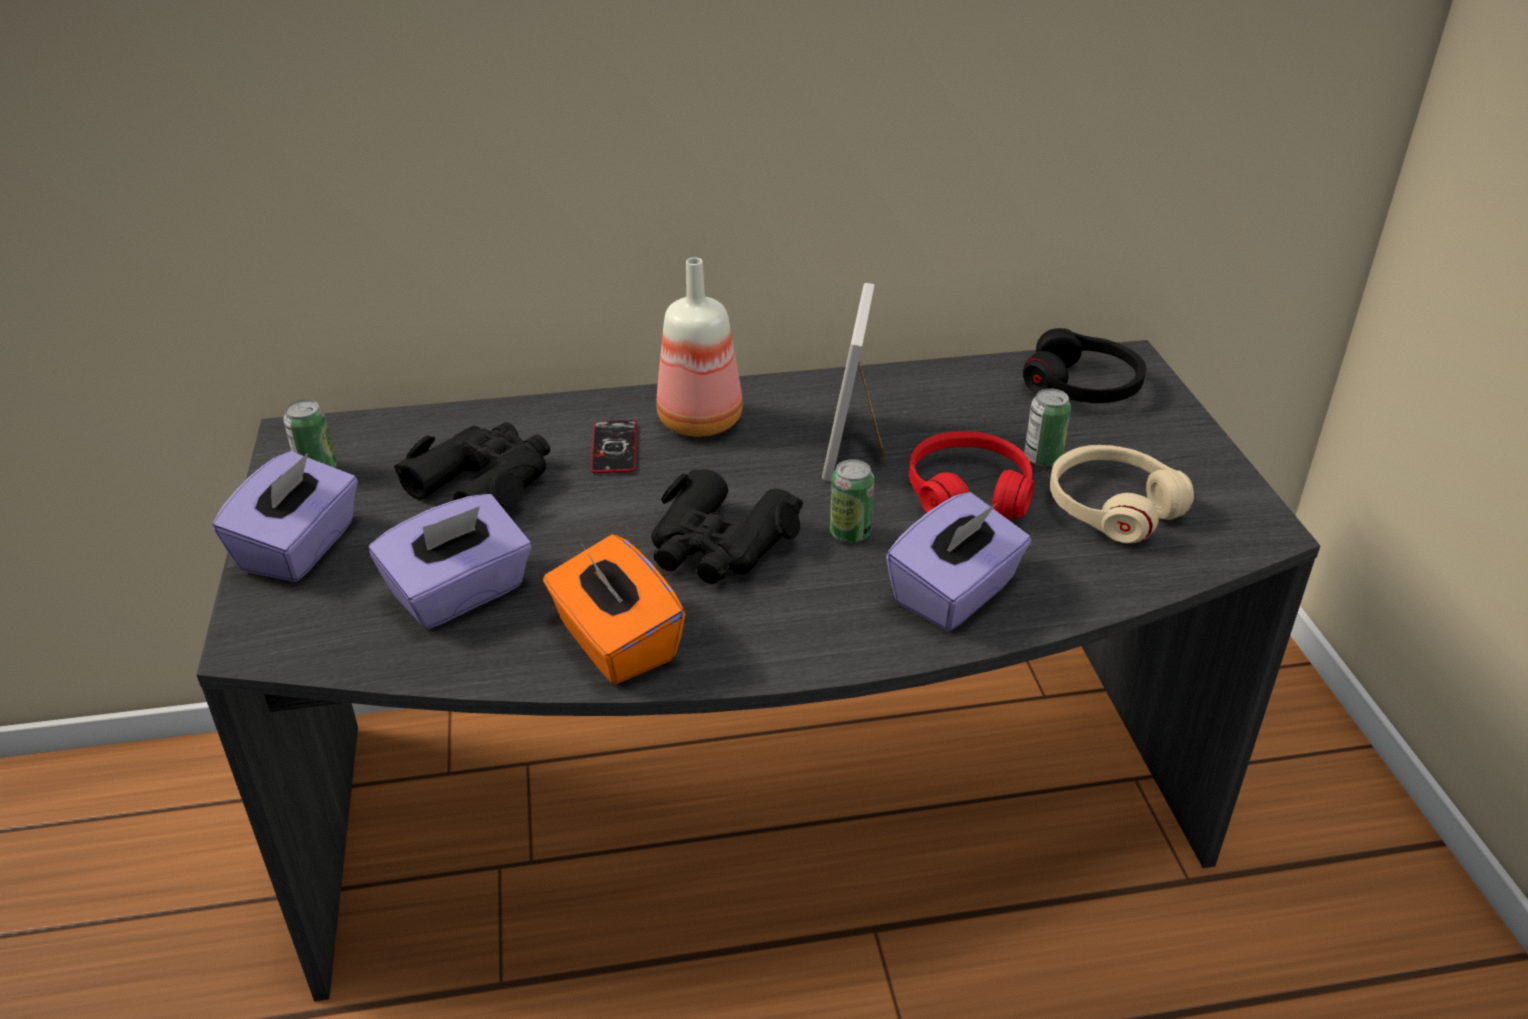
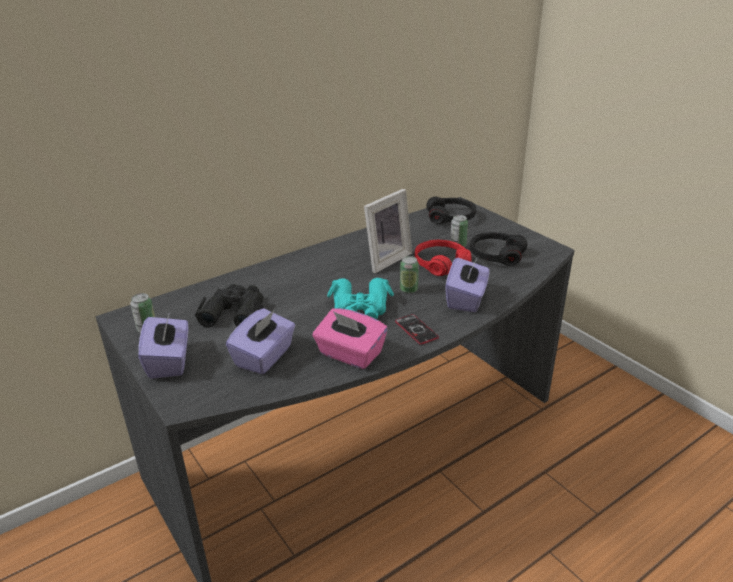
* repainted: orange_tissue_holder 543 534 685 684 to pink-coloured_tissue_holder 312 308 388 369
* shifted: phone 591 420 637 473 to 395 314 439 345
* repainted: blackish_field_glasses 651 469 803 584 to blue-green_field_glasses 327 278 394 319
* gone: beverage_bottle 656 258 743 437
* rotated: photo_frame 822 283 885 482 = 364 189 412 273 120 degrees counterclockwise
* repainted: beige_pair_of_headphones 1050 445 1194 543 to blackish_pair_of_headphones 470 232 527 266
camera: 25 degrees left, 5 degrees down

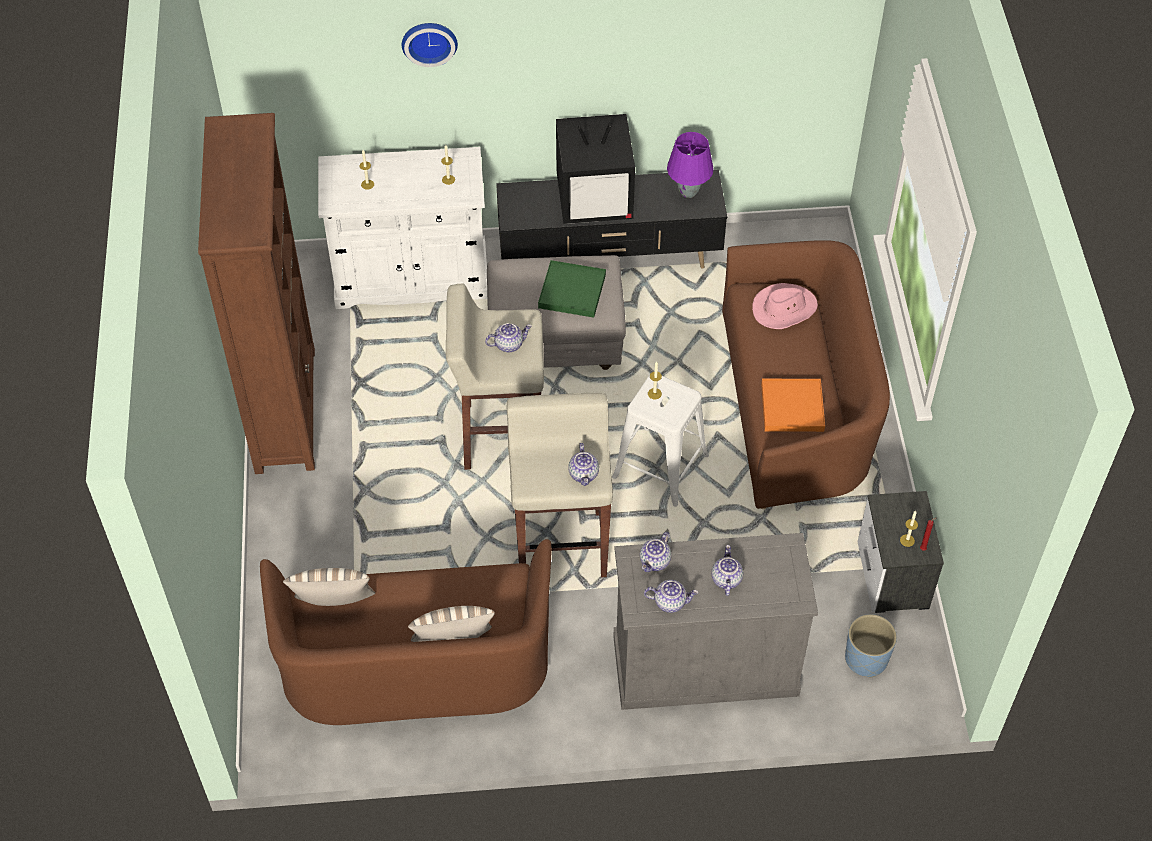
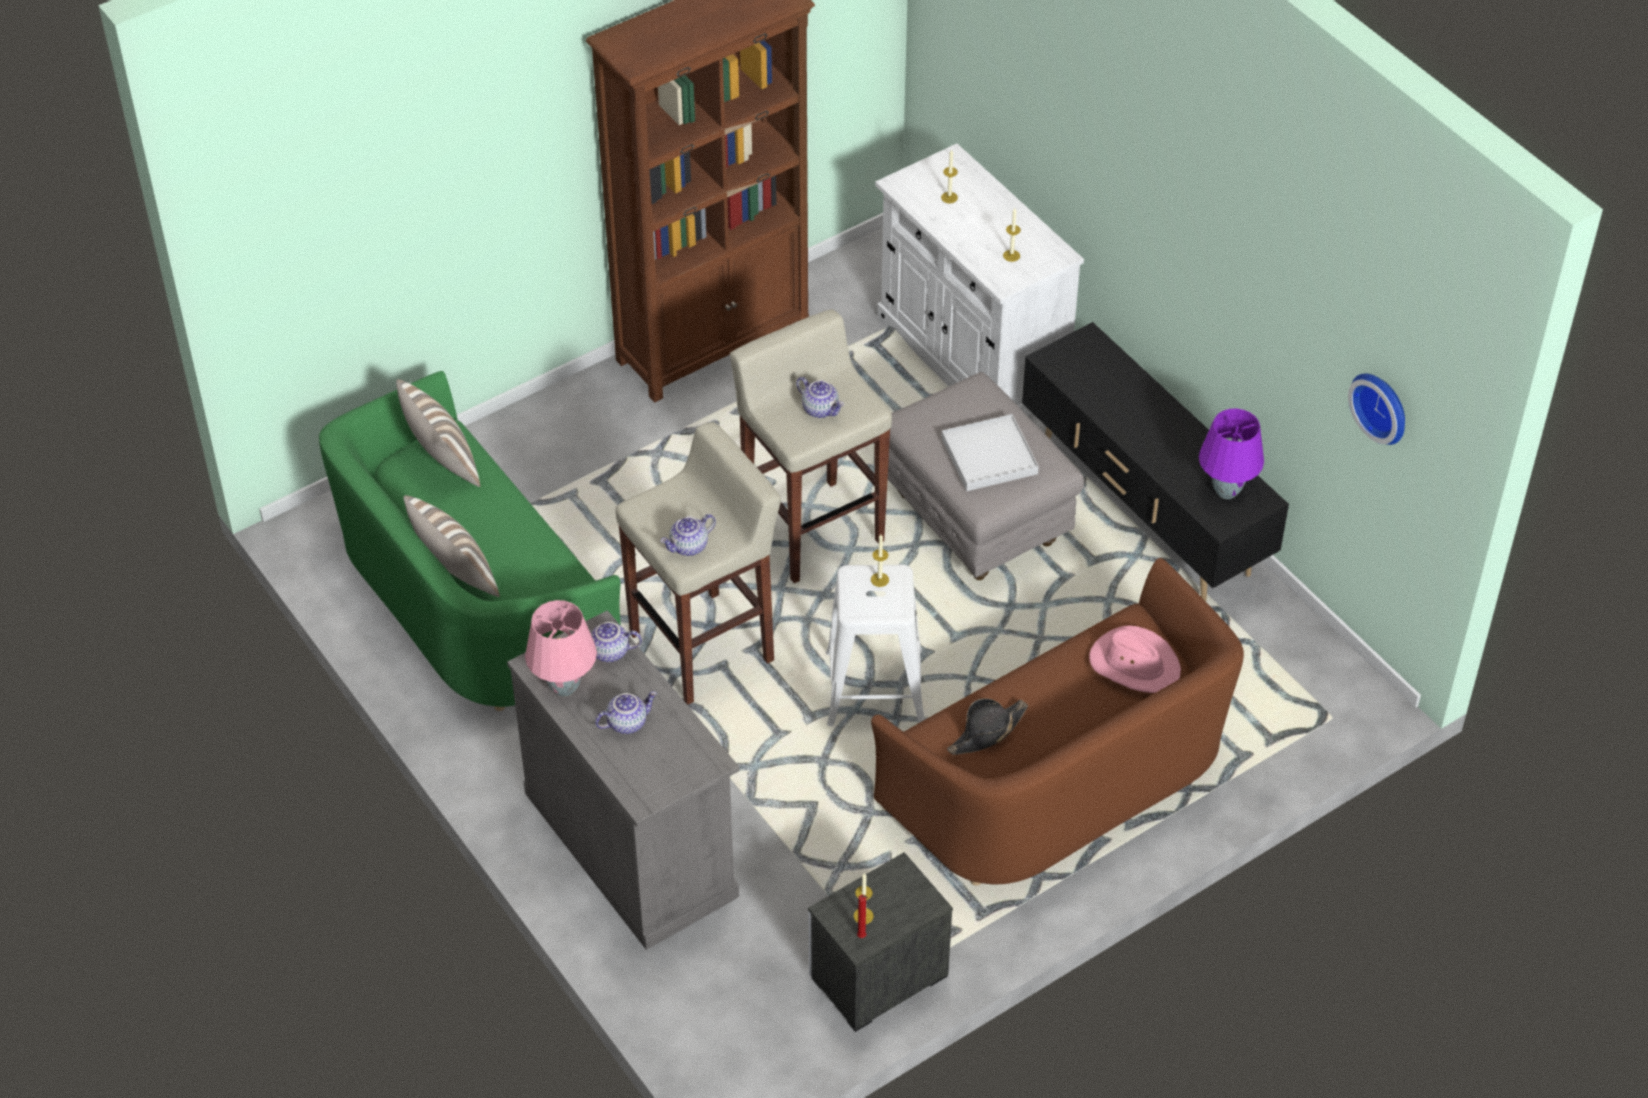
* repainted: brown_couch 260 539 551 725 to greenish_couch 319 371 621 711
* shifted: clock_on_the_wall 402 23 458 67 to 1348 374 1405 445
* repainted: greenish_carrying_tray 538 260 606 318 to white-coloured_carrying_tray 941 414 1039 491
* gone: television 556 114 635 224
* swapped: tea_pot 644 580 698 613 to pink-coloured_lamp_for_a_table 525 600 597 697
* swapped: orange_carrying_tray 761 379 825 432 to blackish_clothing_hat 947 698 1028 755
* gone: blue-coloured_plant_pot 845 614 897 678
camera: 60 degrees right, 5 degrees down

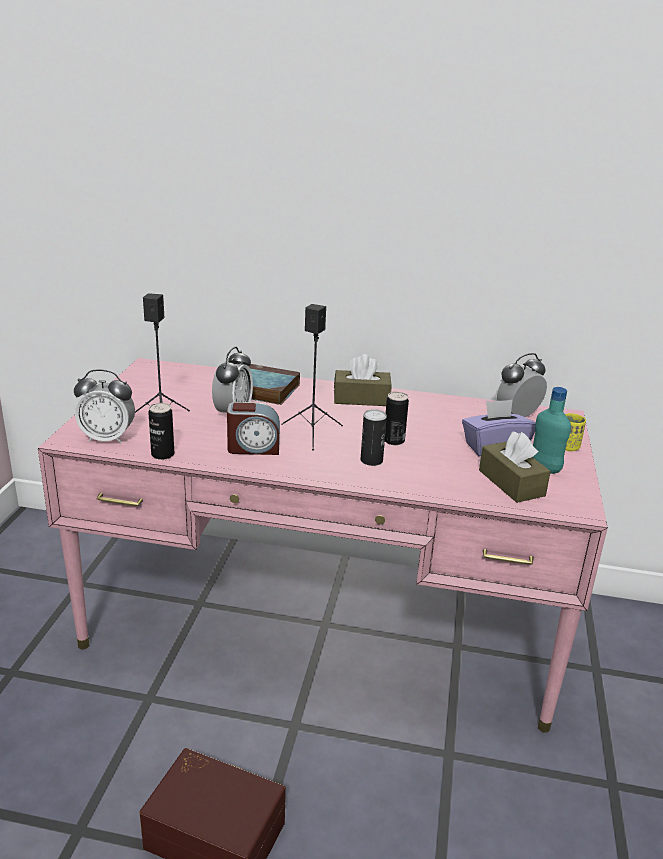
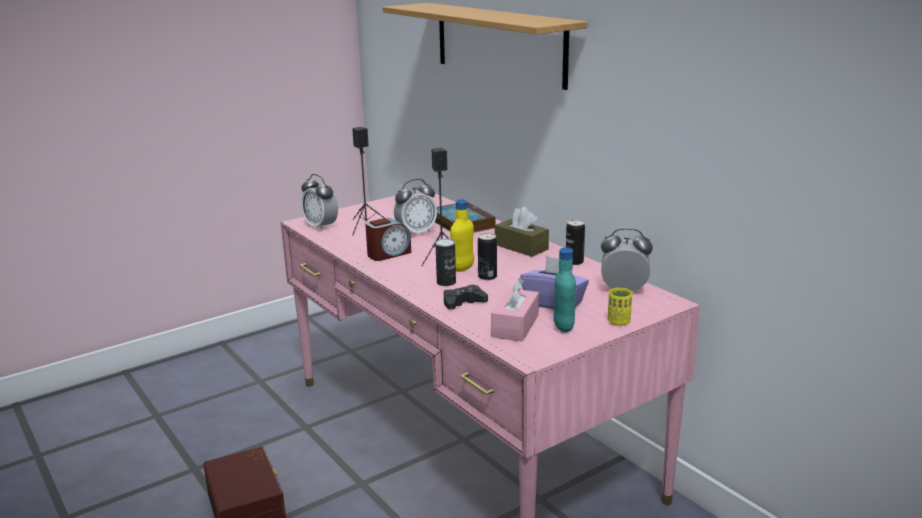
* shifted: can 148 403 174 460 to 566 219 585 265
* rotated: alarm_clock 227 402 280 455 = 365 218 411 261 75 degrees counterclockwise
* repainted: brown_tissue_holder 479 432 551 503 to pink-coloured_tissue_holder 491 278 539 342
* new: shelf 382 3 588 90
* new: blackish_game_controller 444 285 488 310
* new: yellow-coloured_beverage_bottle 450 199 474 272
camera: 45 degrees right, 5 degrees down

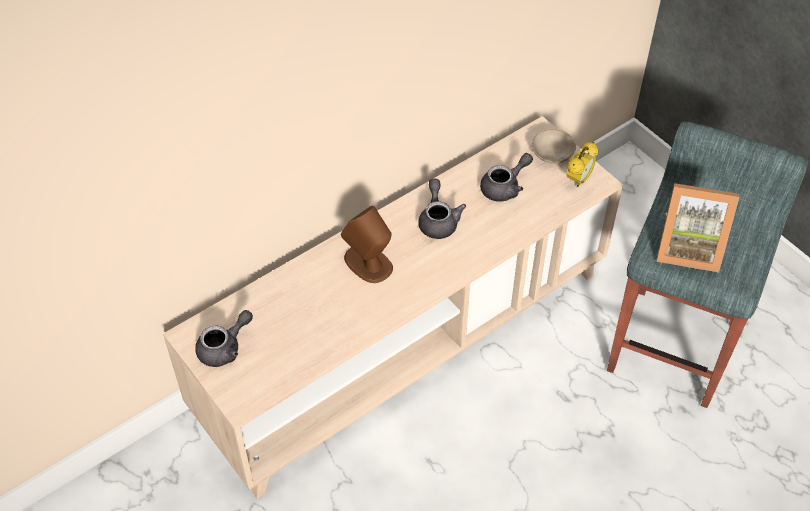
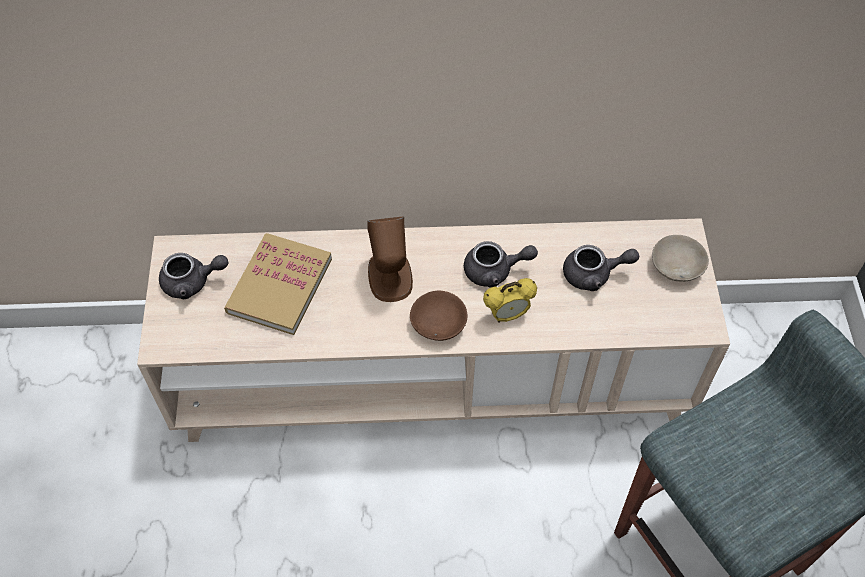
* rotated: gray_tea_pot 418 179 466 239 = 464 241 538 288 60 degrees clockwise
* shifted: alarm_clock 566 142 598 187 to 483 278 537 323
* gone: photo_frame 657 183 739 272
* new: volume 224 233 332 335
* new: brown_deep_dish 410 291 467 341
camera: 35 degrees right, 5 degrees up

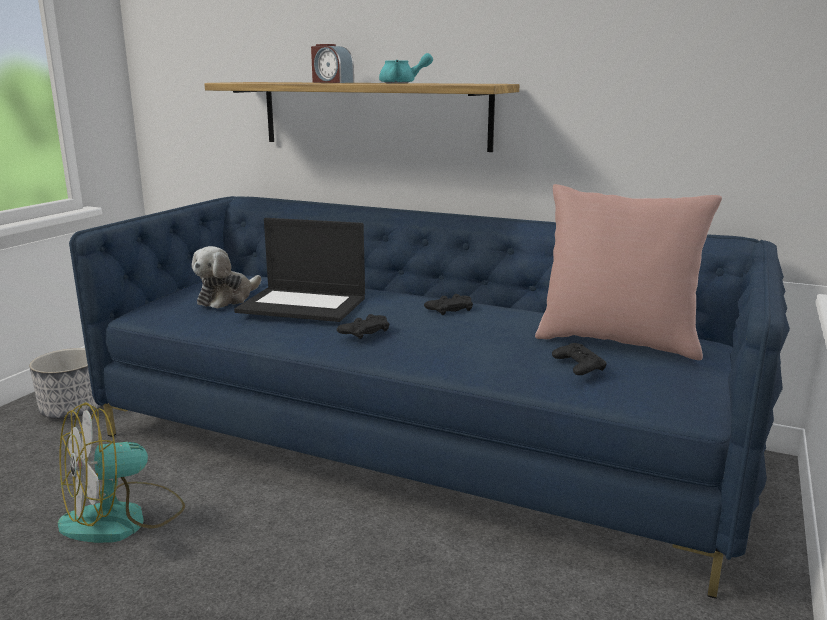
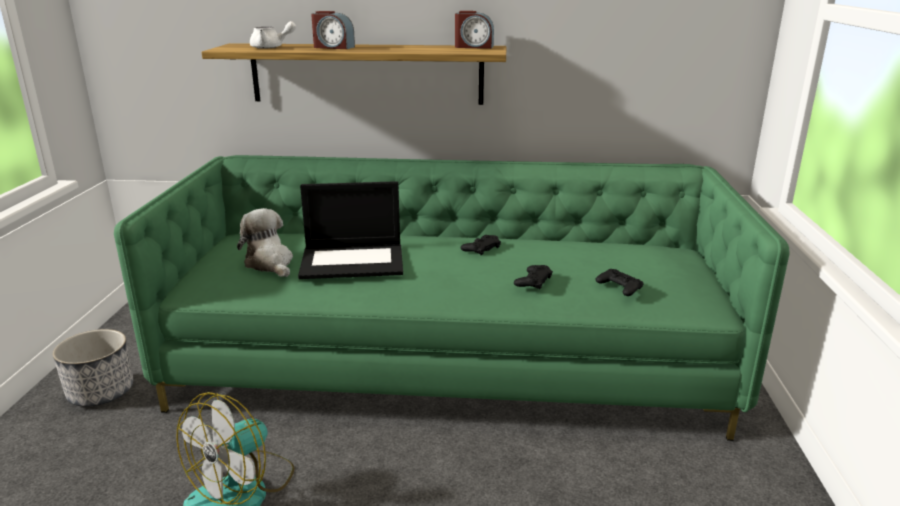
* repainted: blue-coloured_couch 69 196 790 599 to greenish_couch 114 155 789 441
* rotated: plush_toy 192 246 261 309 = 237 208 293 277 135 degrees clockwise
* shifted: blackish_game_controller 337 314 390 339 to 514 265 553 290
* gone: blue-green_tea_pot 379 53 433 83
* gone: pink-coloured_throw_pillow 535 184 722 360
* new: white-coloured_tea_pot 250 21 296 49
* new: alarm_clock 455 11 494 49
camera: 20 degrees left, 5 degrees up

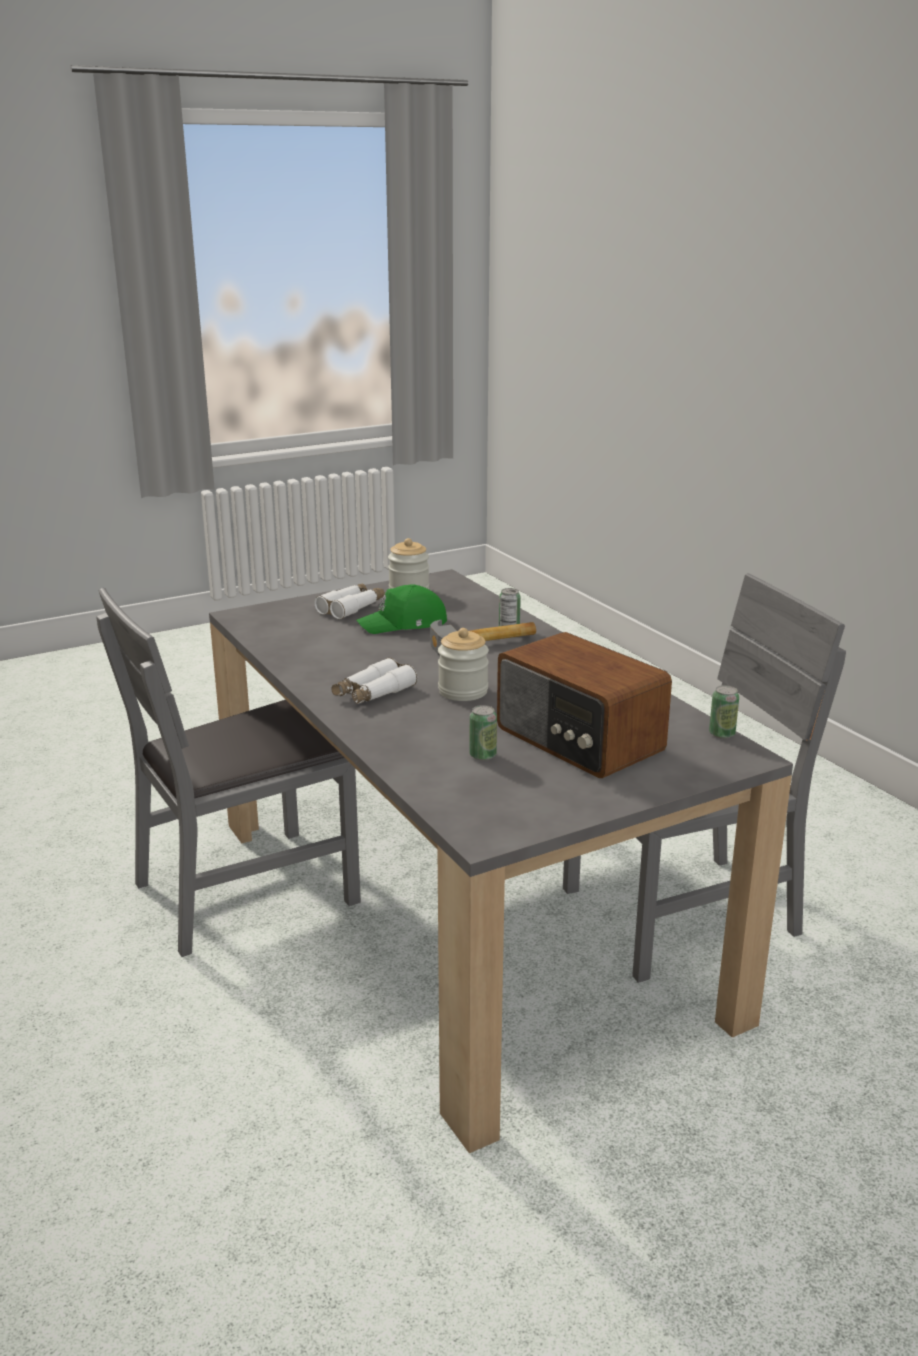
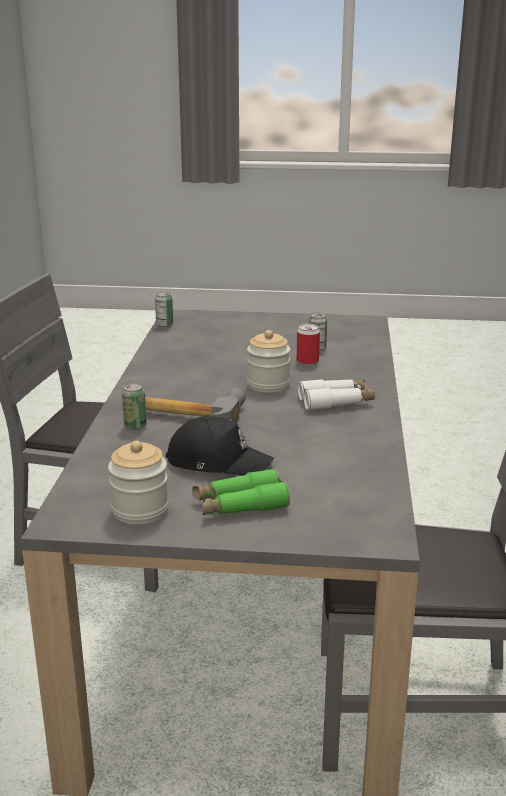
* repainted: white-coloured_field_glasses 314 584 385 619 to greenish_field_glasses 192 468 290 515
* repainted: greenish_peaked_cap 356 584 447 634 to blackish_peaked_cap 166 416 274 476
* gone: radio_receiver 497 632 672 778
* new: can 296 324 320 365
camera: 145 degrees left, 0 degrees up

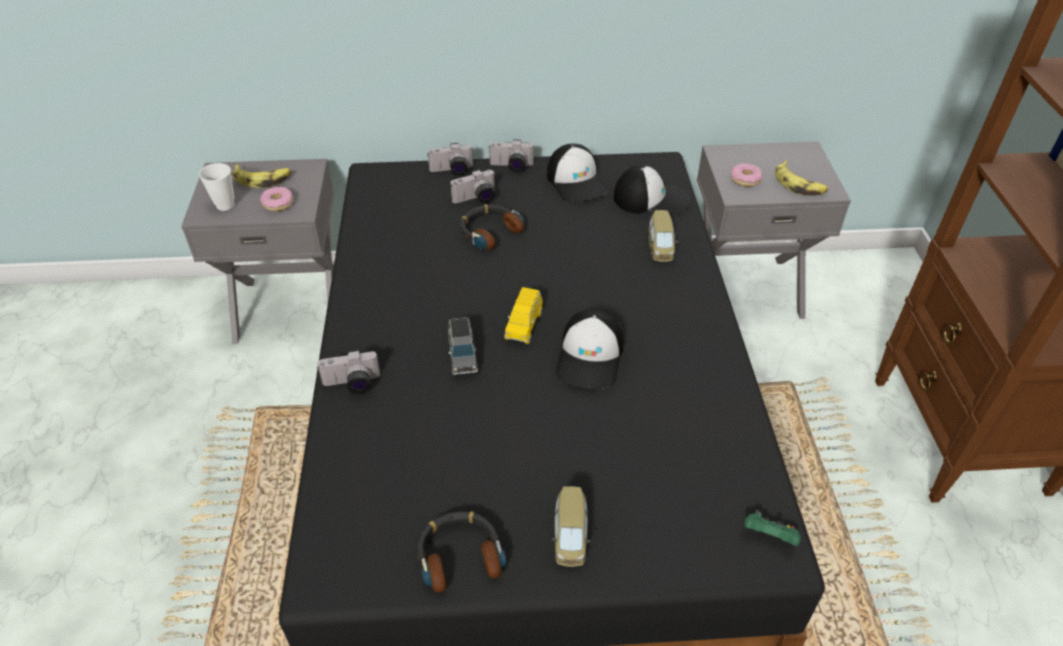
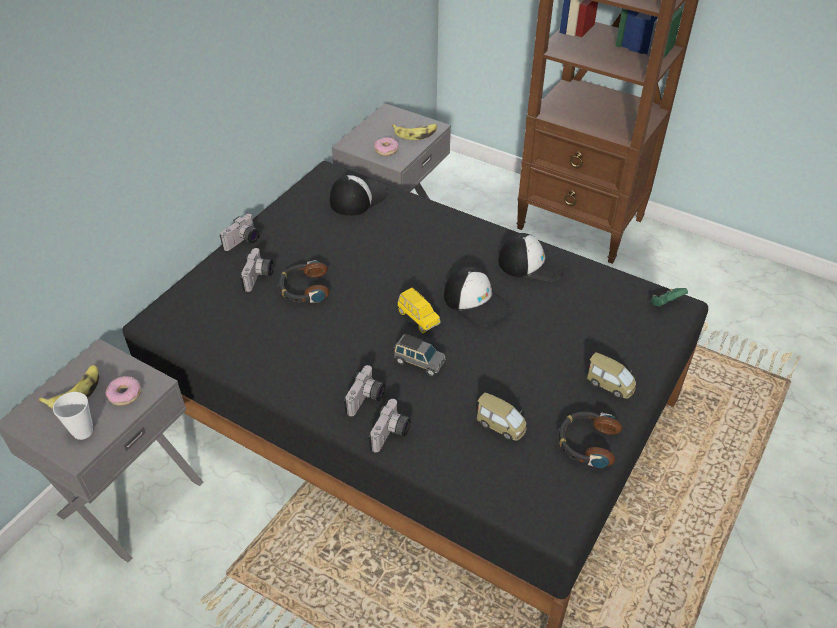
* shifted: photo_camera 427 143 473 176 to 343 365 385 416
* shifted: peaked_cap 547 143 608 202 to 498 233 566 282
* shifted: toy_car 648 210 679 262 to 477 392 527 441
camera: 55 degrees left, 0 degrees up

